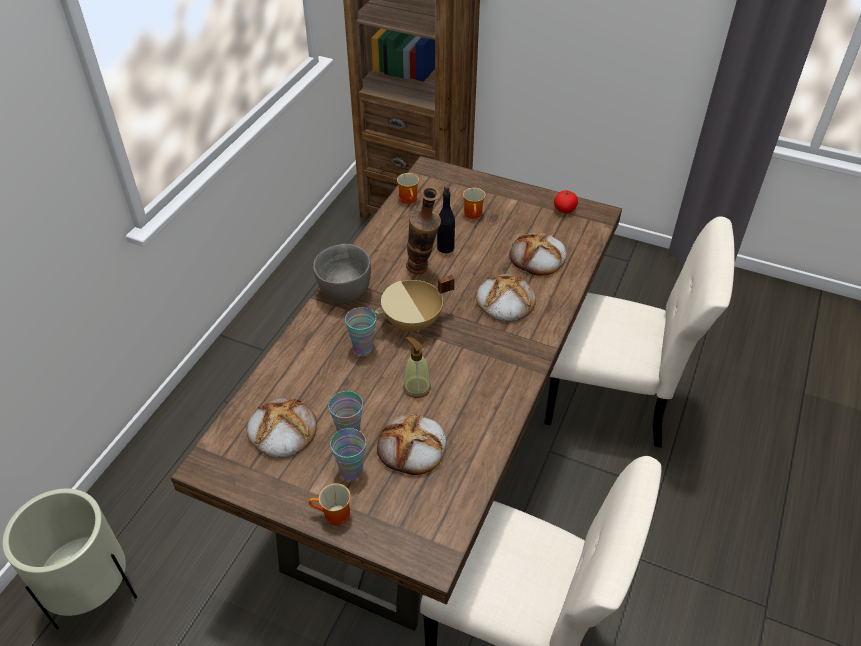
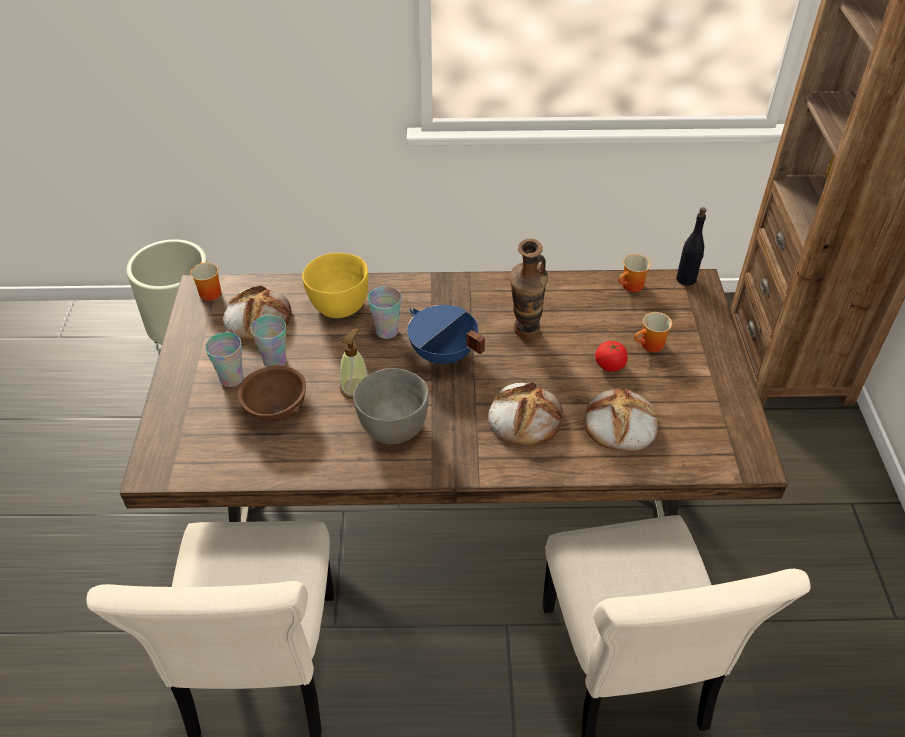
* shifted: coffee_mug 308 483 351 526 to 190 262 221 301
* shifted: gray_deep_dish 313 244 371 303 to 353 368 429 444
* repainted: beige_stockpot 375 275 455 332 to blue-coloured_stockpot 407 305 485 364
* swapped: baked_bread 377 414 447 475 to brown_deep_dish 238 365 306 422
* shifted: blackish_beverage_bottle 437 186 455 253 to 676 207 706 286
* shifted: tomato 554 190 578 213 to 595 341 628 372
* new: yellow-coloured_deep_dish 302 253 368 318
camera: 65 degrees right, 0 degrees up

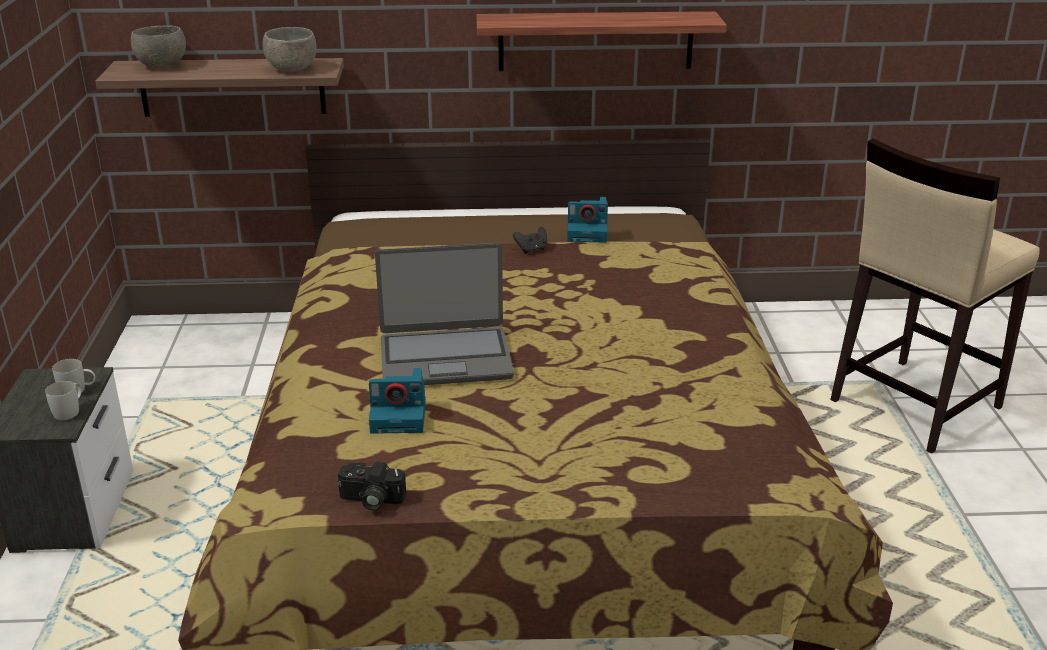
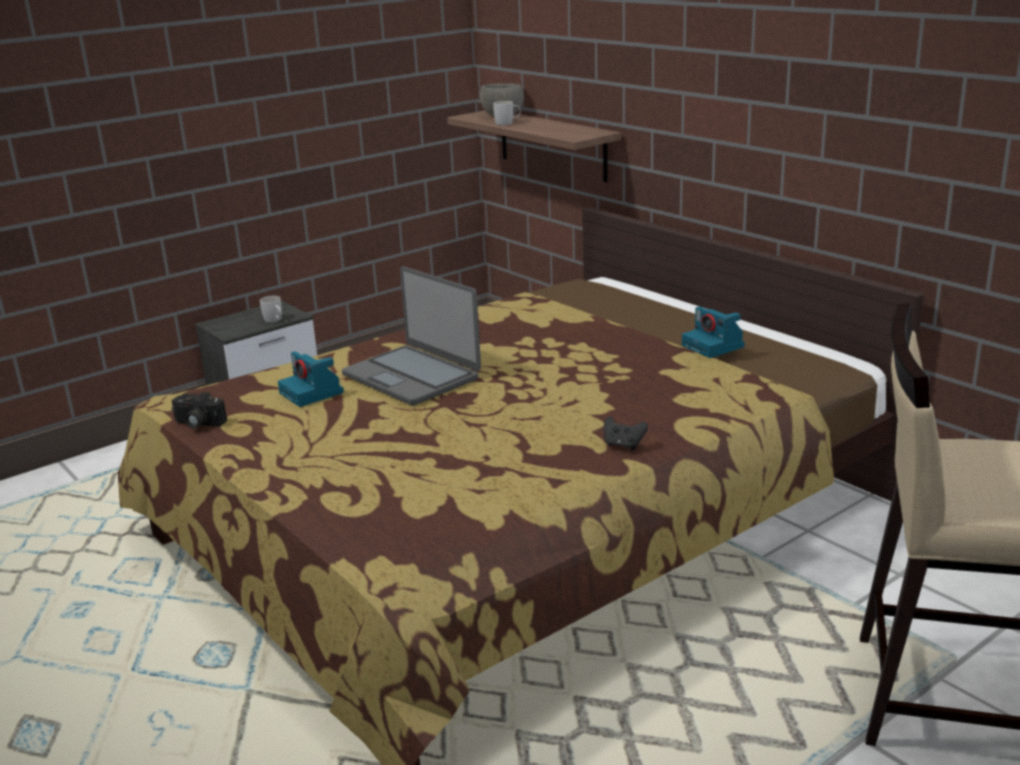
* shifted: white-coloured_coffee_mug 45 381 82 420 to 493 101 521 125
* gone: gray_deep_dish 262 27 317 72
* rotated: photo_camera 338 462 406 511 = 172 392 227 429 45 degrees counterclockwise
* gone: shelf 476 11 727 71
* shifted: blackish_game_controller 513 227 547 254 to 604 416 648 450
camera: 55 degrees right, 5 degrees down

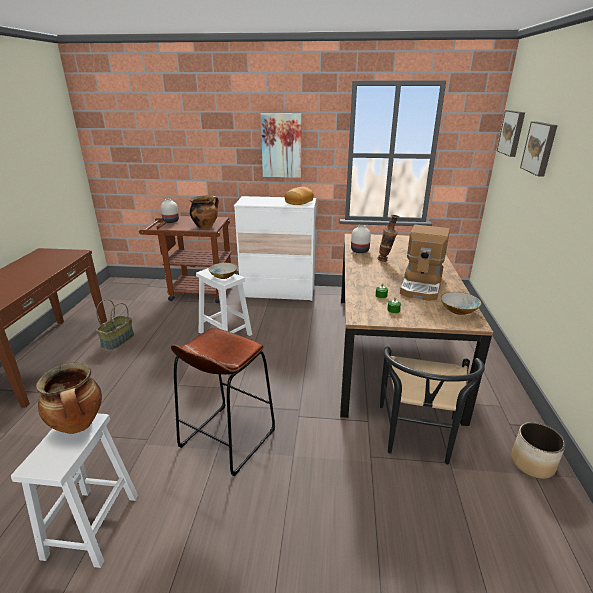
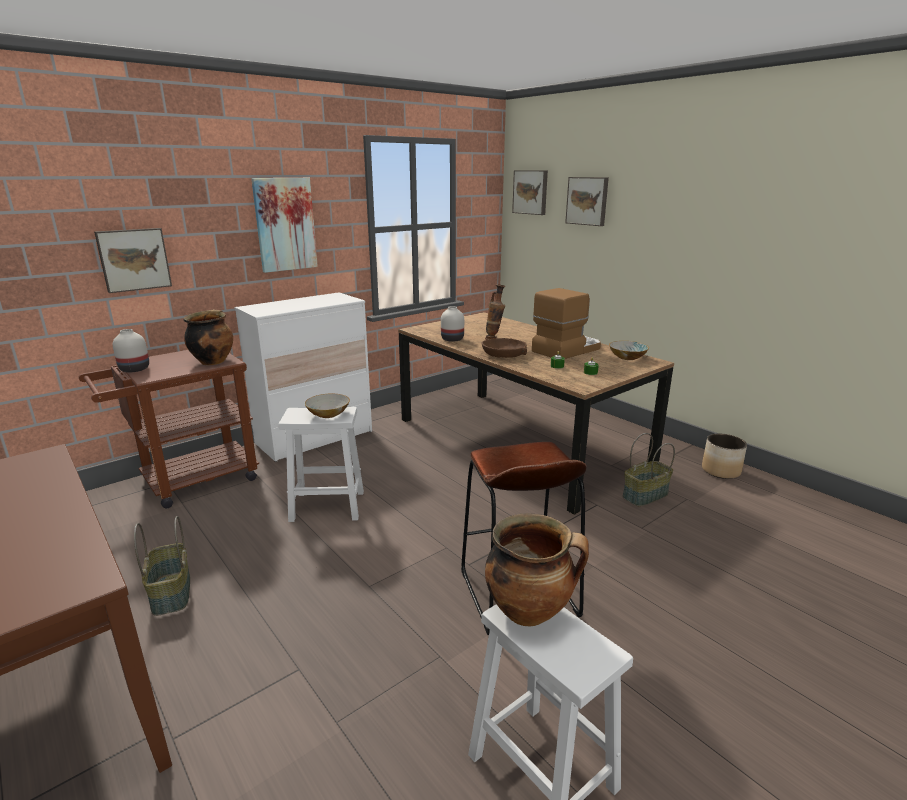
* gone: baked_bread 285 187 314 205
* swapped: blackish_chair 380 346 485 464 to household_basket 622 433 675 507
* rotated: coffee_brewer 400 224 450 301 = 532 288 601 359 105 degrees counterclockwise
* new: picture 94 228 172 293
* new: brown_deep_dish 481 338 527 358
camera: 45 degrees left, 5 degrees down

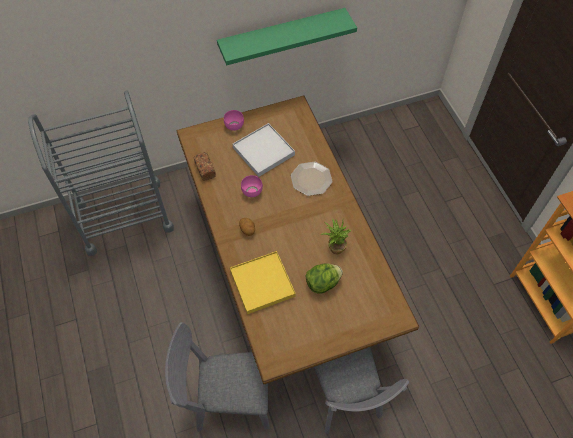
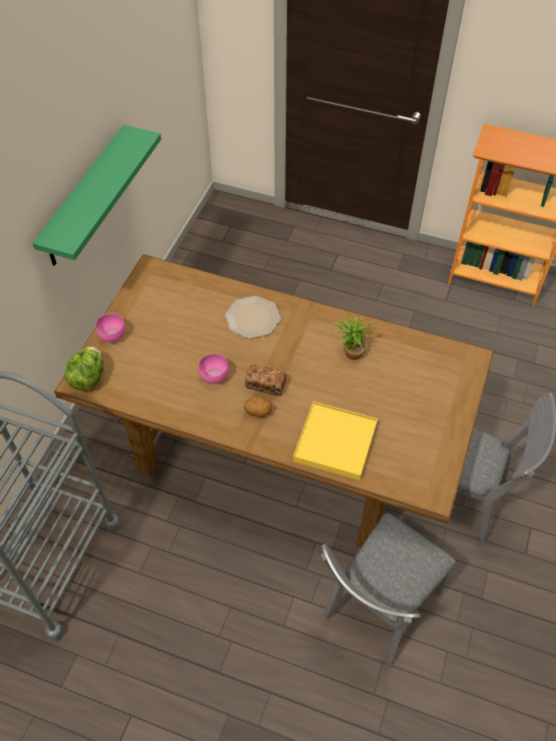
* shifted: baked_bread 193 152 215 181 to 245 364 287 396
* gone: white-coloured_carrying_tray 233 123 295 177
* shifted: head_of_lettuce 305 263 343 294 to 64 346 103 391
camera: 50 degrees left, 5 degrees down

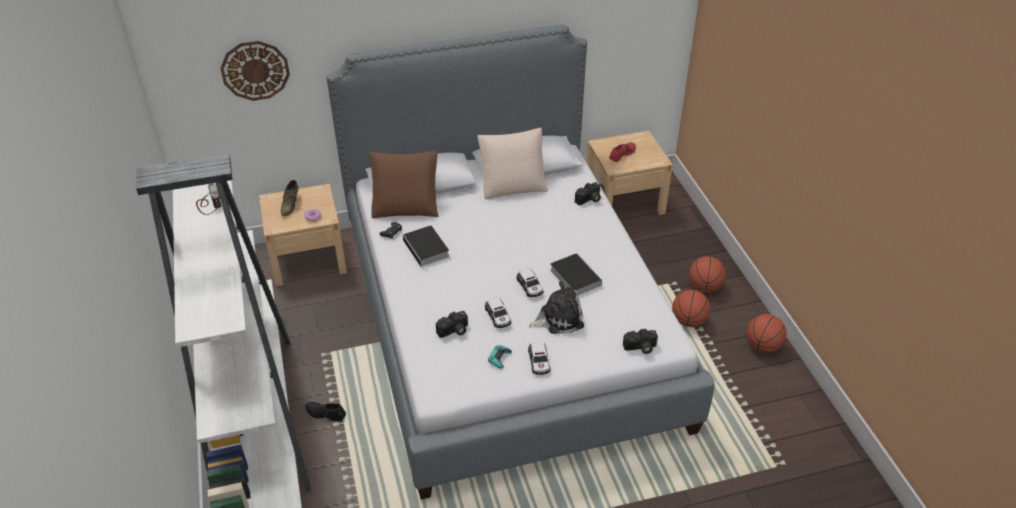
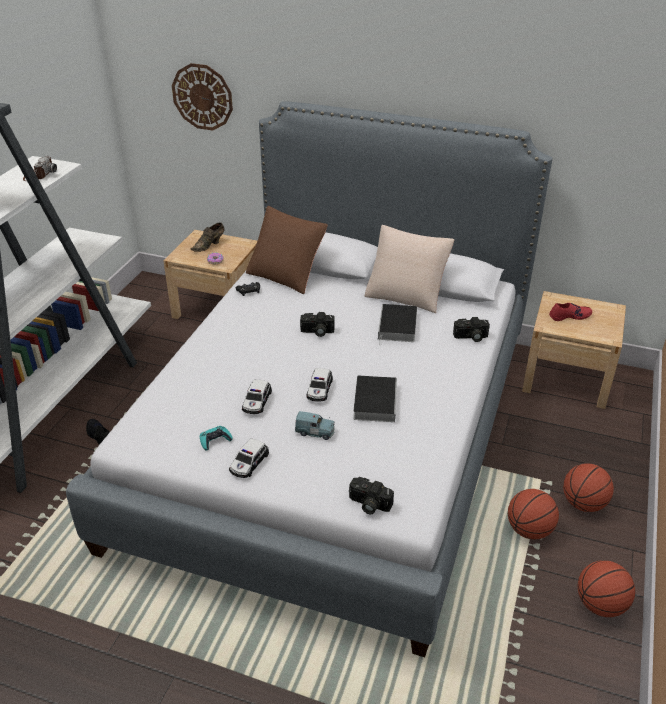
* shifted: volume 403 226 449 270 to 378 304 417 345
* shifted: photo_camera 436 311 468 338 to 300 312 335 337
* swapped: plush_toy 529 281 584 334 to blue-coloured_toy_car 295 411 335 440
camera: 35 degrees right, 5 degrees down

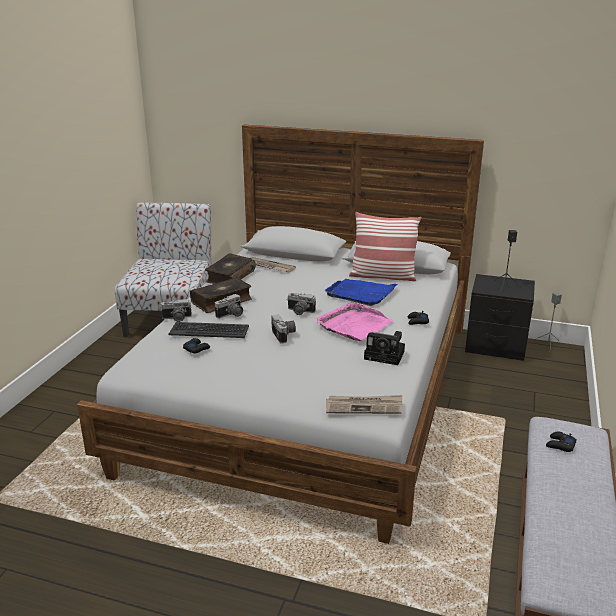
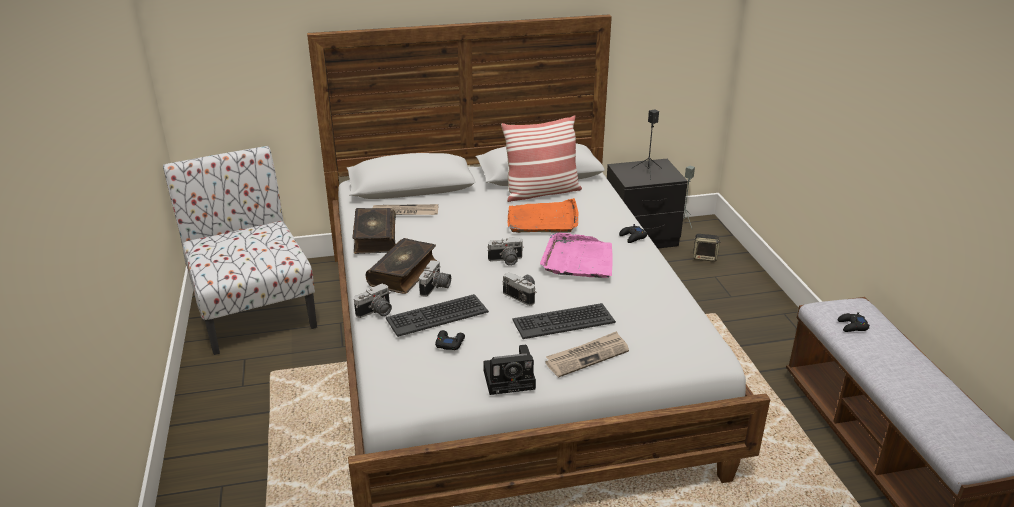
* repainted: blue-coloured_carrying_tray 325 279 397 306 to orange_carrying_tray 507 198 579 233
* shifted: daily_paper 326 395 402 414 to 545 331 629 377
* shifted: photo_camera 364 331 405 365 to 483 345 536 395
* new: computer_keyboard 512 303 616 339
* new: speaker 693 234 721 262
camera: 30 degrees left, 5 degrees up

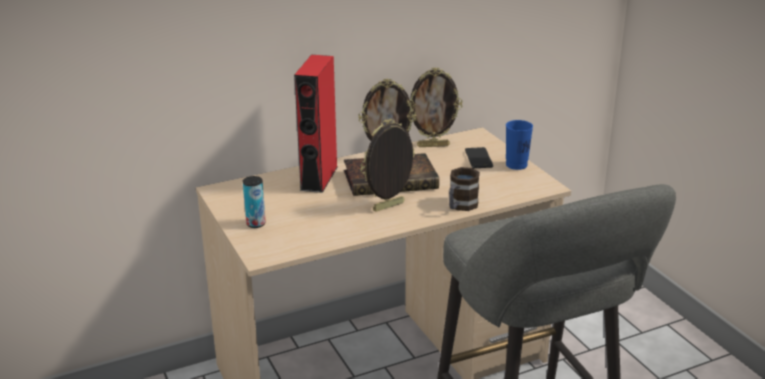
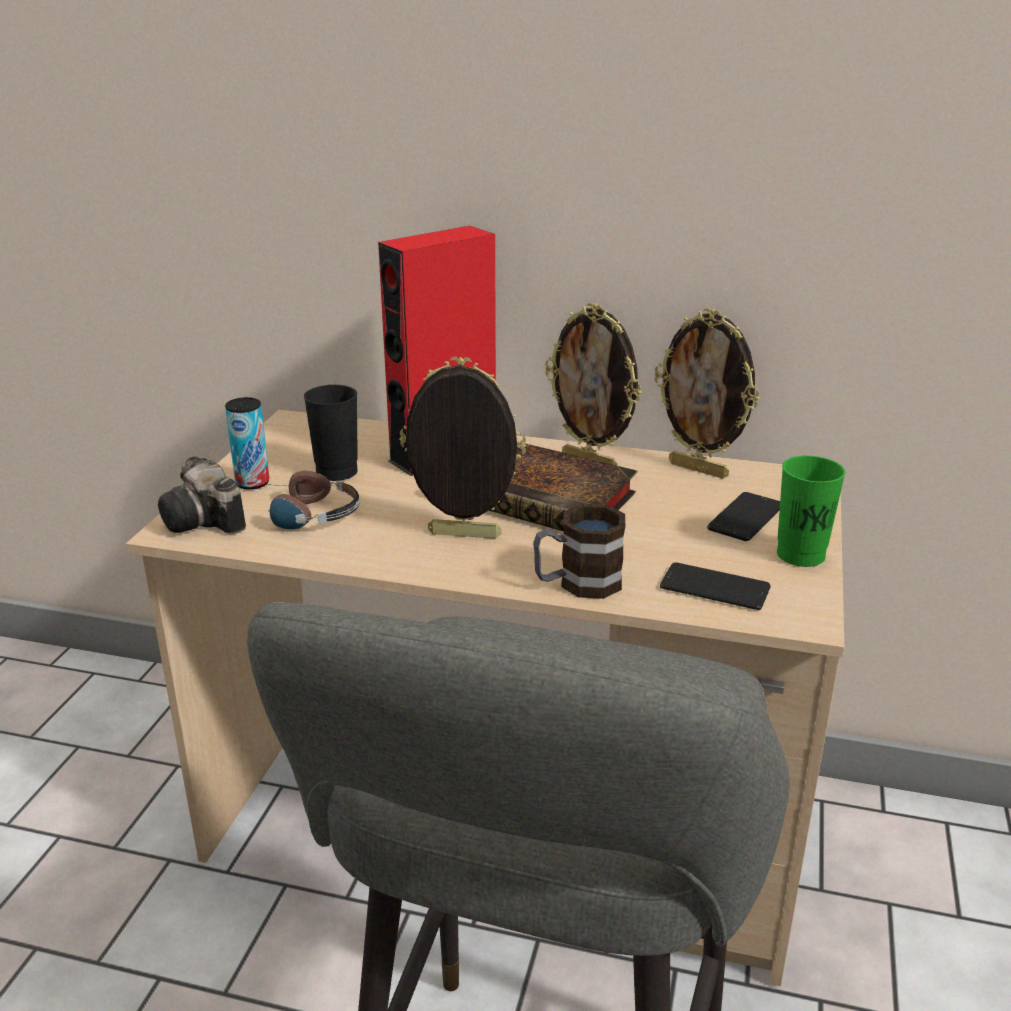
* repainted: blue-coloured_cup 506 120 533 170 to greenish_cup 777 456 846 567
* new: photo_camera 158 457 246 534
* new: pair_of_headphones 251 471 360 530
* new: blackish_cup 304 385 358 481
* new: phone 660 563 771 610
camera: 40 degrees right, 0 degrees up

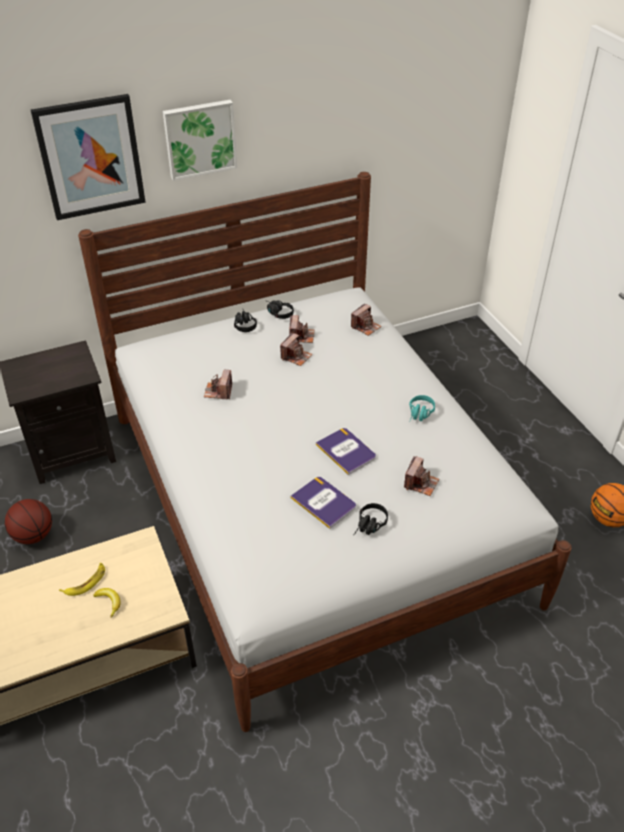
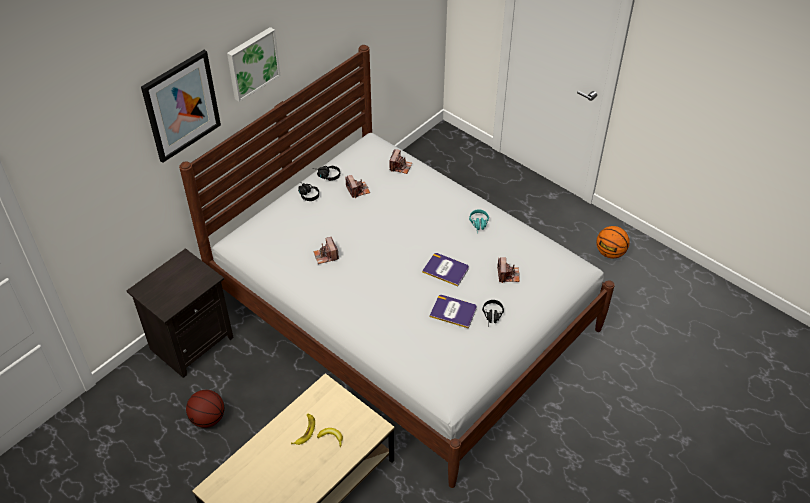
* gone: photo_camera 280 333 313 366
camera: 25 degrees left, 5 degrees up

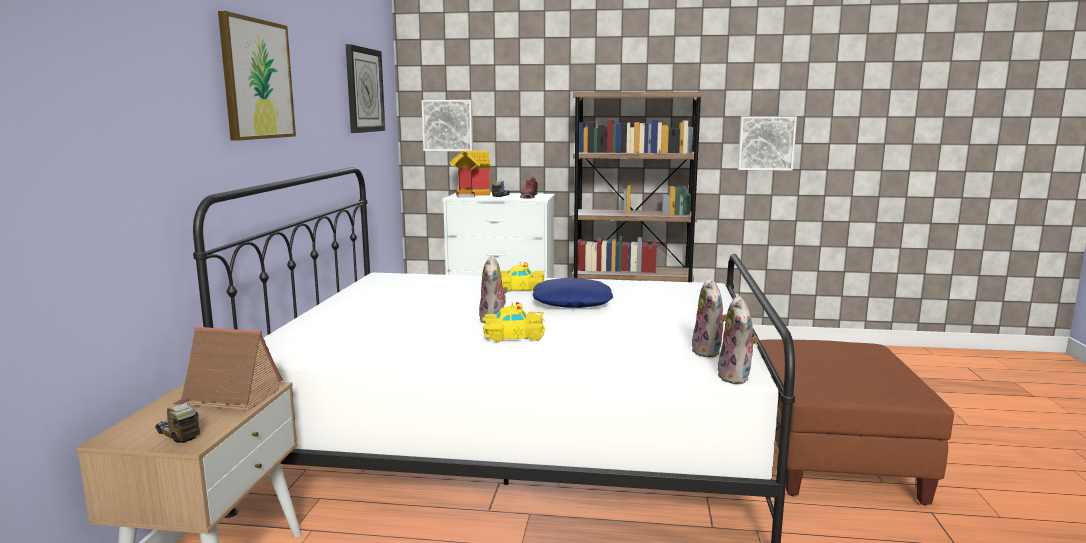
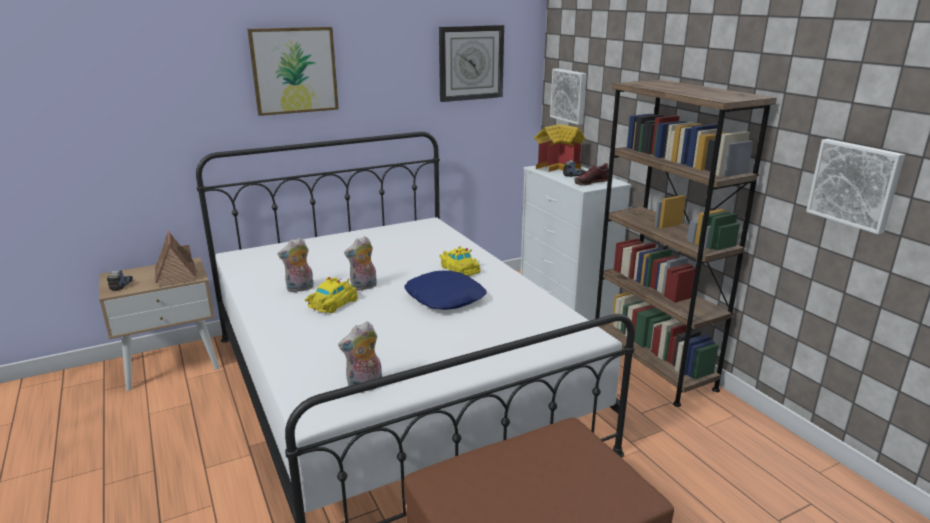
* rotated: yellow-coloured_toy_car 482 302 545 342 = 305 277 358 313 105 degrees counterclockwise
* shifted: plush_toy 716 295 758 384 to 278 238 314 292
camera: 55 degrees right, 10 degrees up

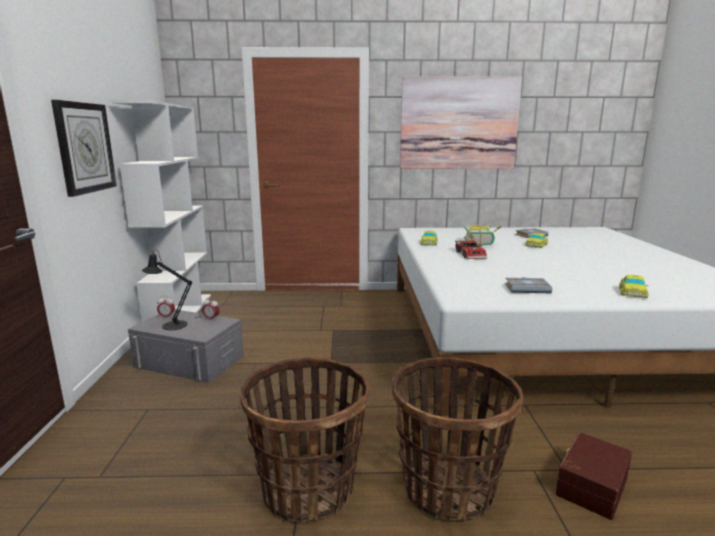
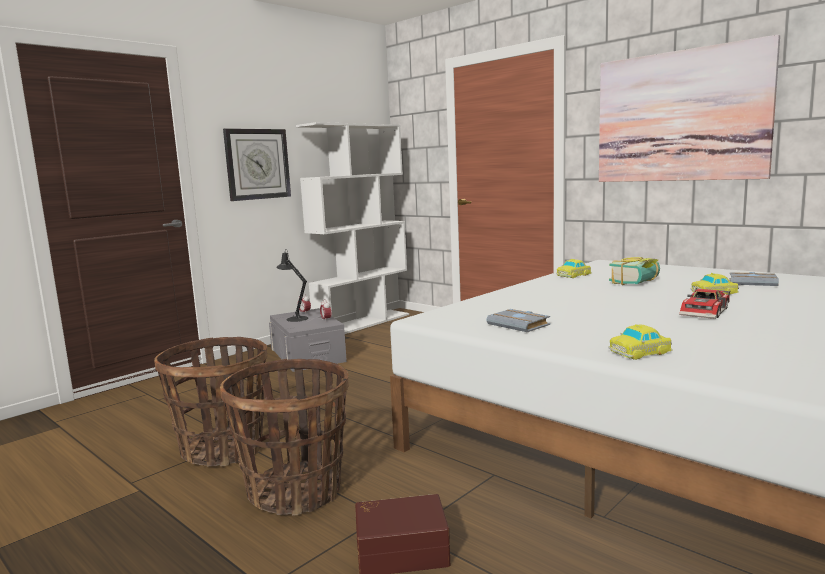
* shifted: toy_car 455 240 487 259 to 679 288 731 319
camera: 45 degrees right, 5 degrees down

